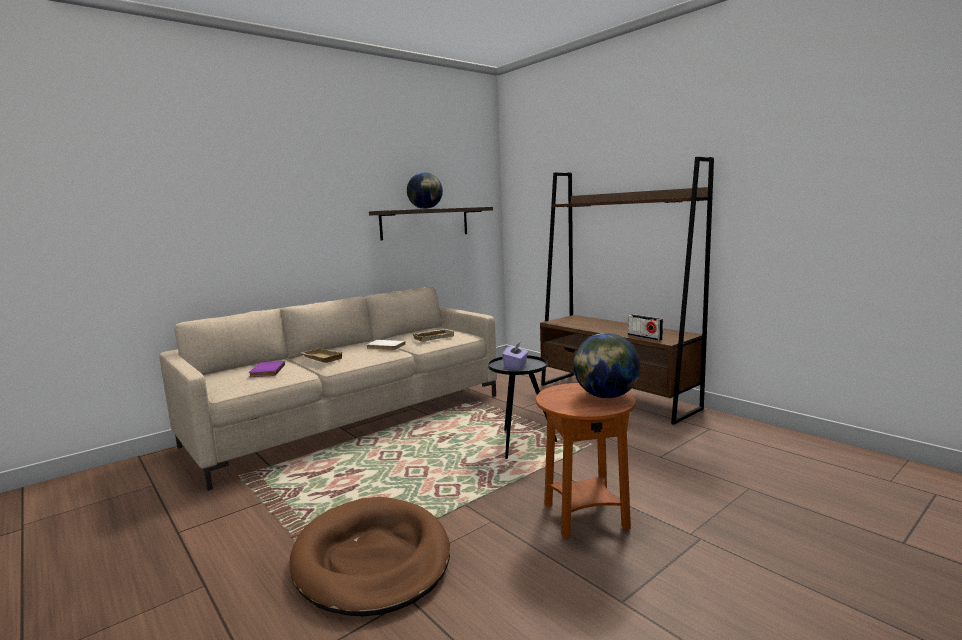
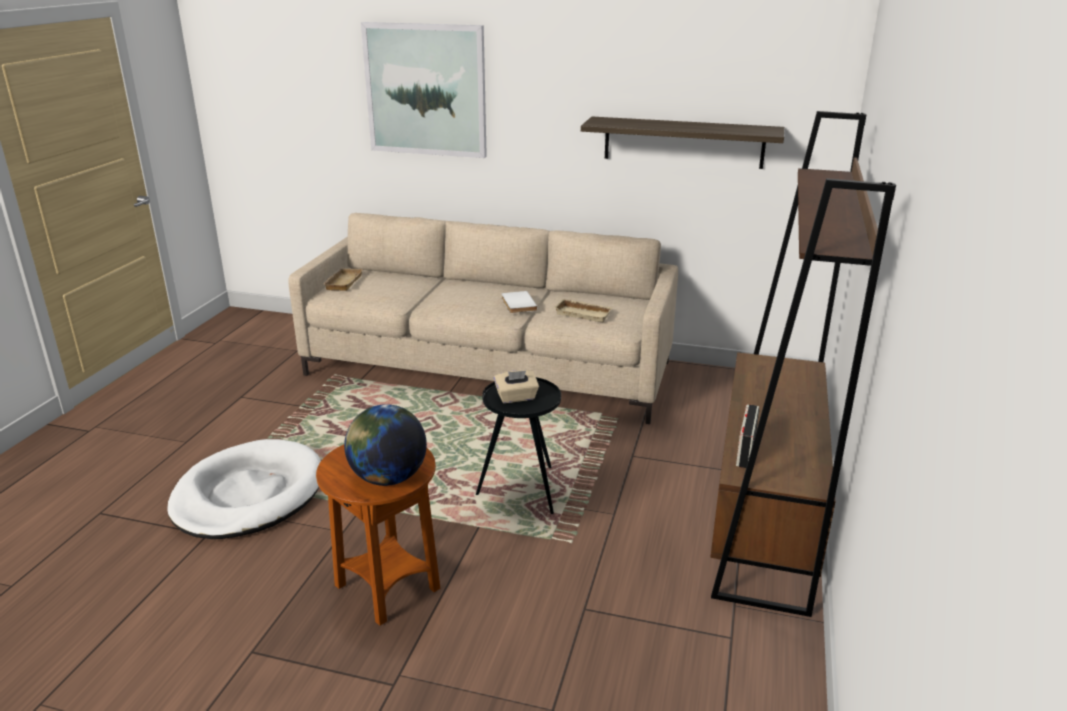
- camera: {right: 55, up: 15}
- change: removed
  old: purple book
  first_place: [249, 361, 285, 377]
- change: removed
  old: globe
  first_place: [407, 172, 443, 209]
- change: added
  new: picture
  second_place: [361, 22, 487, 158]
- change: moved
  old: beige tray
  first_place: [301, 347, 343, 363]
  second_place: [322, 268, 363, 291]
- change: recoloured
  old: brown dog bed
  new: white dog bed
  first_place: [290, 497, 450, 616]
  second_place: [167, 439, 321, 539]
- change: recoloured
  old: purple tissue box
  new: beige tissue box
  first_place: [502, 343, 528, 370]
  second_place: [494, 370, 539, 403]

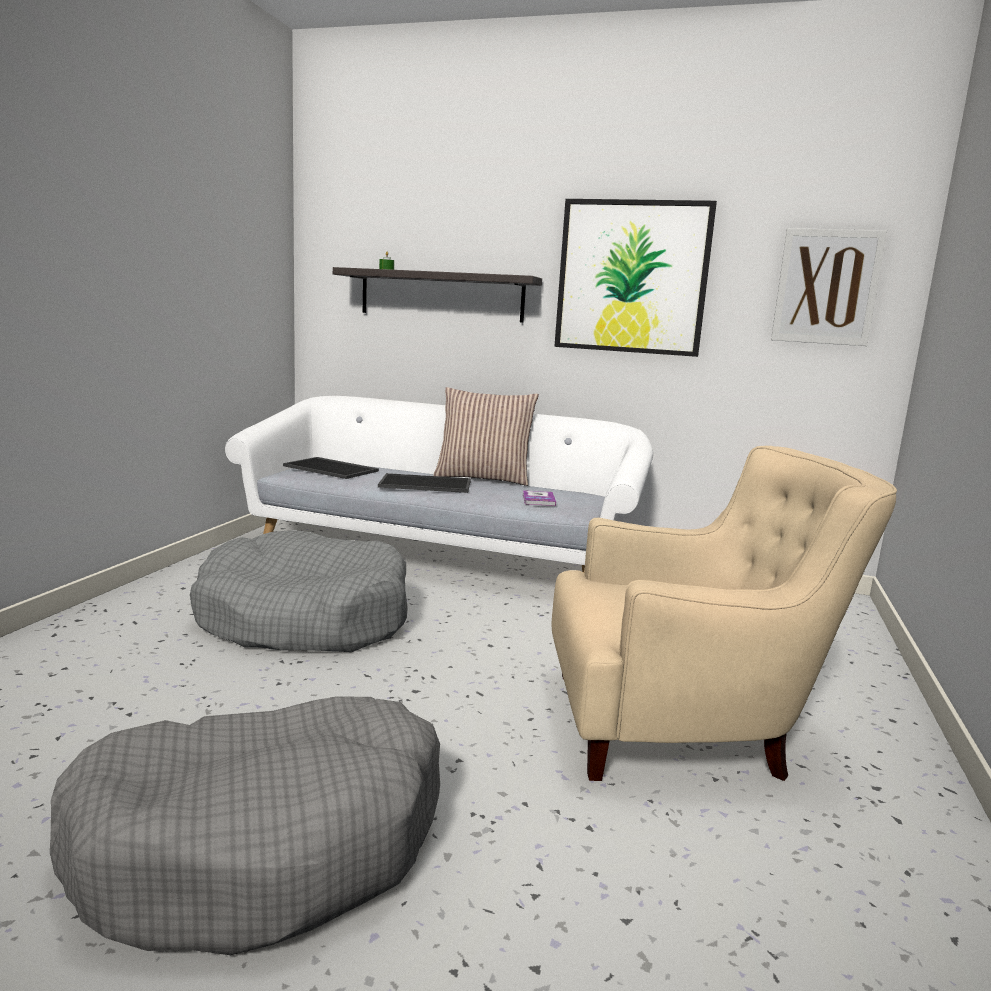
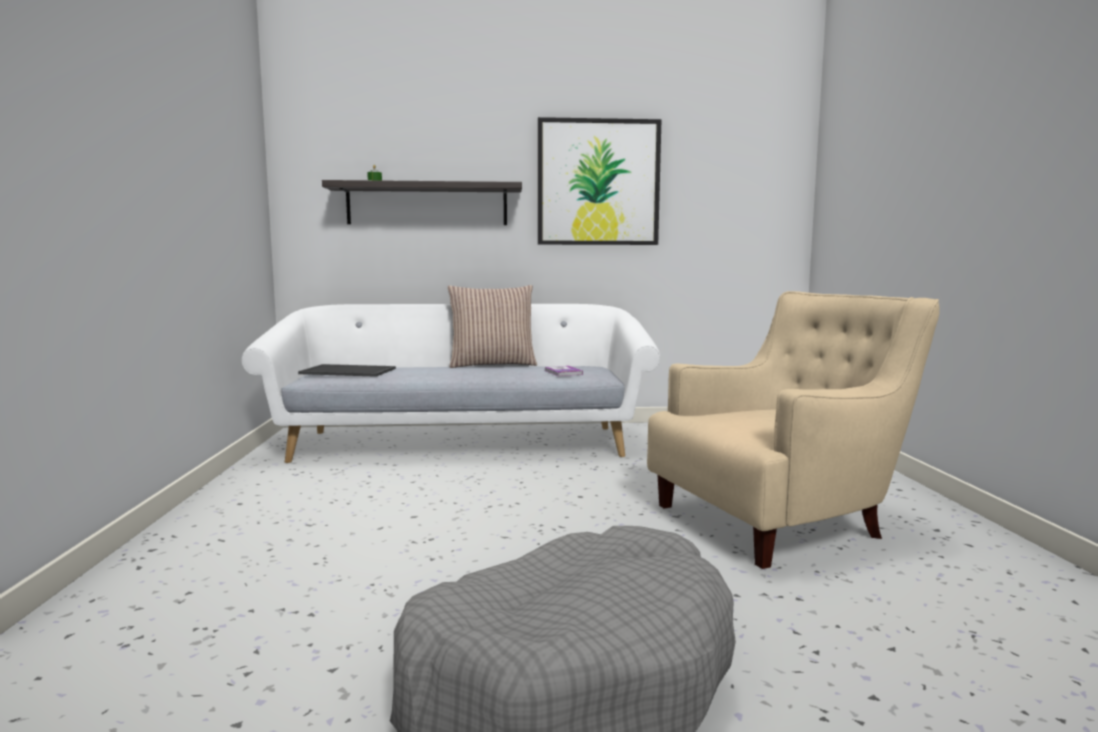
- camera: {right: -20, up: -5}
- change: removed
  old: grey dog bed
  first_place: [190, 530, 408, 652]
- change: removed
  old: tray
  first_place: [378, 473, 471, 493]
- change: removed
  old: picture
  first_place: [771, 228, 887, 346]

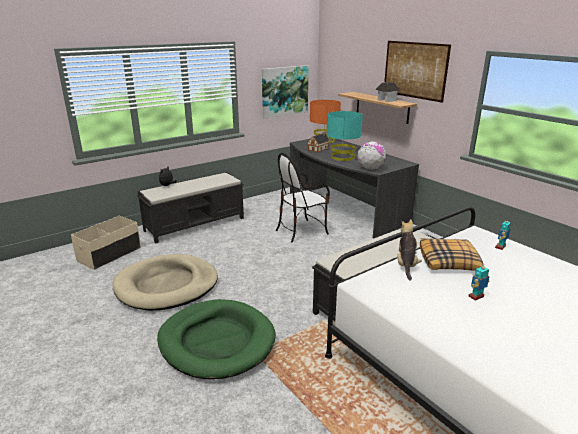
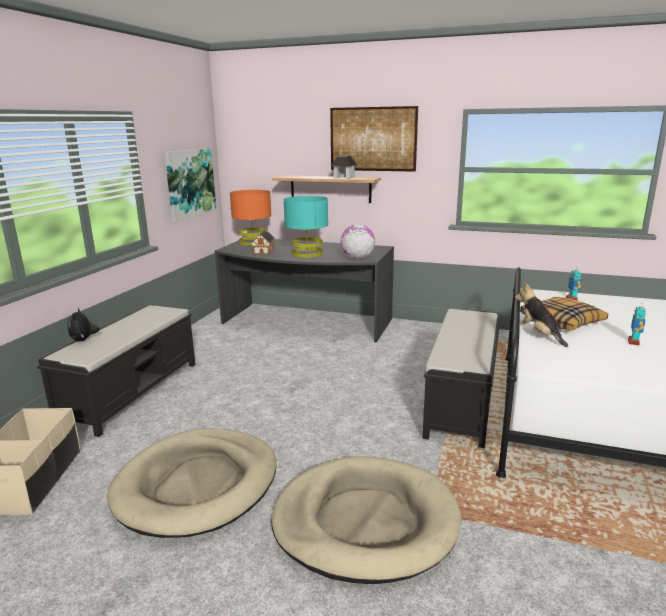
- camera: {right: -35, up: -5}
- change: removed
  old: chair
  first_place: [276, 153, 330, 242]
- change: recoloured
  old: green dog bed
  new: beige dog bed
  first_place: [157, 299, 276, 379]
  second_place: [271, 456, 461, 584]

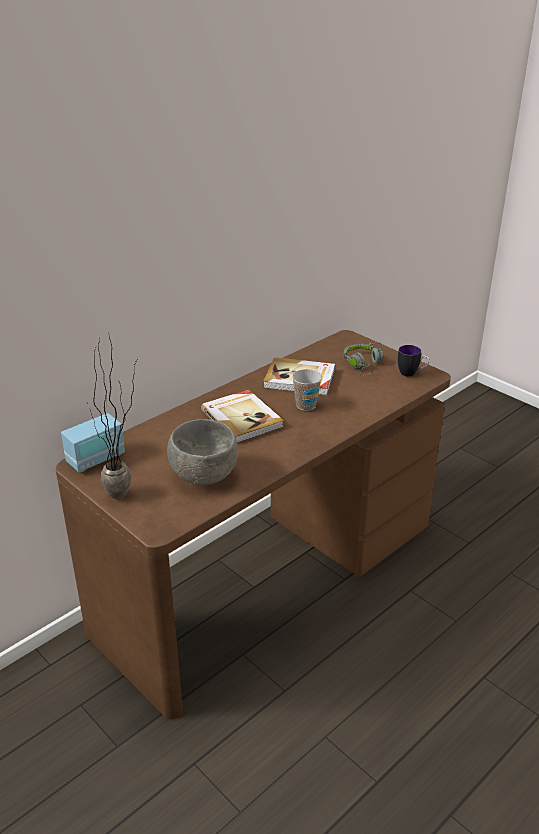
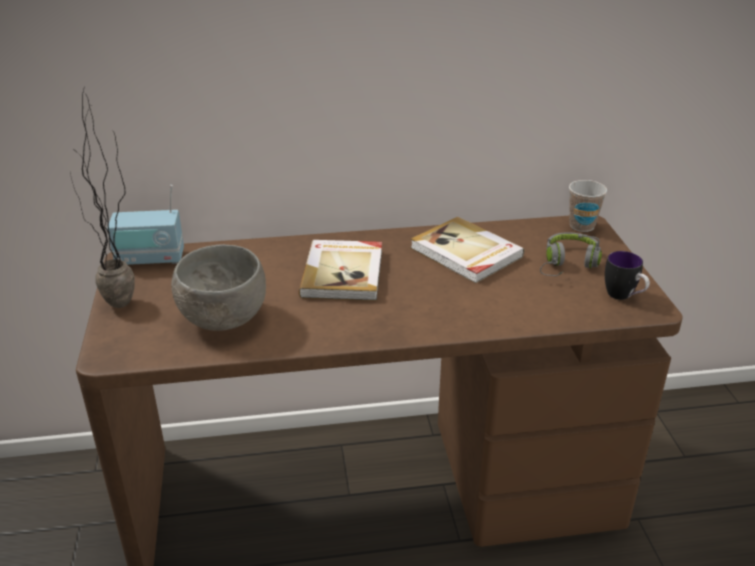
- camera: {right: 35, up: 0}
- change: moved
  old: cup
  first_place: [292, 369, 322, 411]
  second_place: [569, 180, 607, 232]

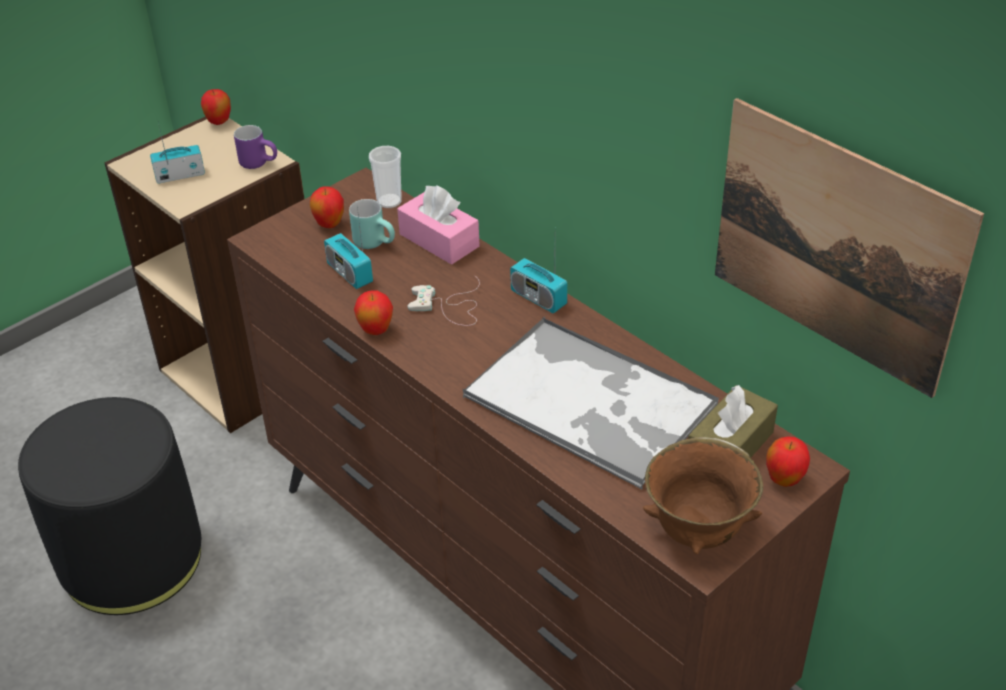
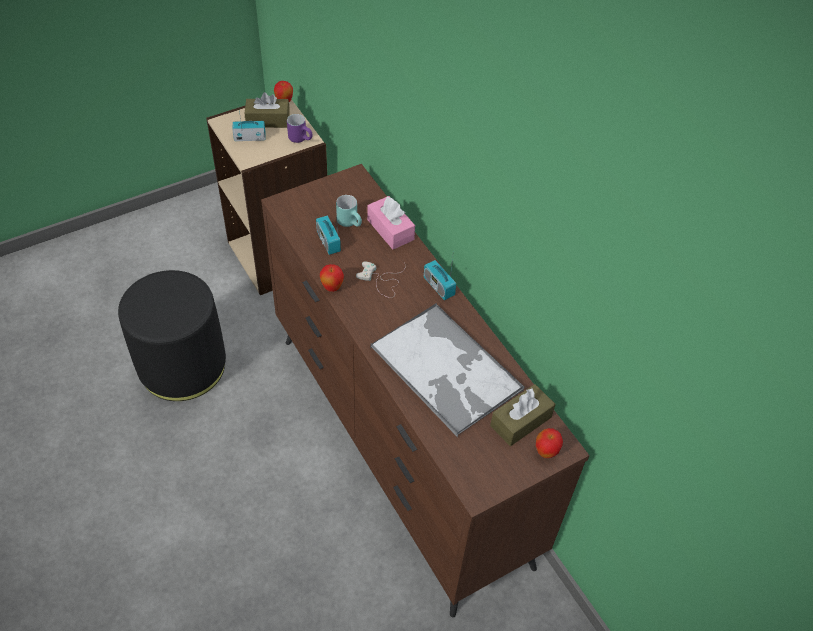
- camera: {right: 10, up: 10}
- change: removed
  old: apple
  first_place: [310, 187, 344, 228]
- change: removed
  old: cup
  first_place: [369, 146, 402, 208]
- change: removed
  old: brown bowl
  first_place: [643, 437, 763, 554]
- change: removed
  old: picture
  first_place: [715, 98, 984, 398]
- change: added
  new: brown tissue box
  second_place: [245, 92, 290, 128]

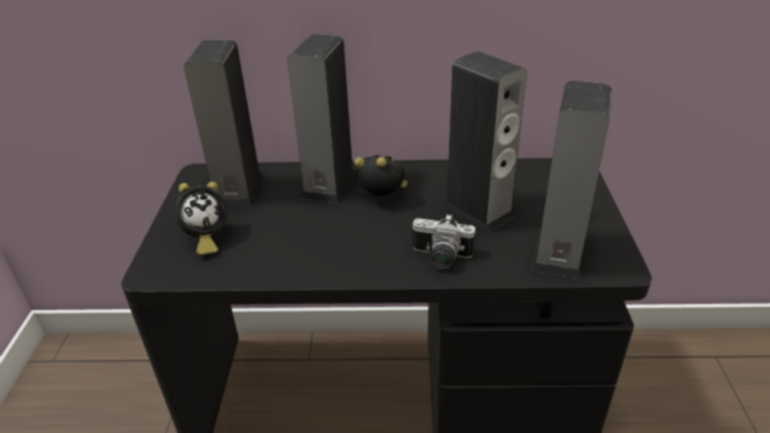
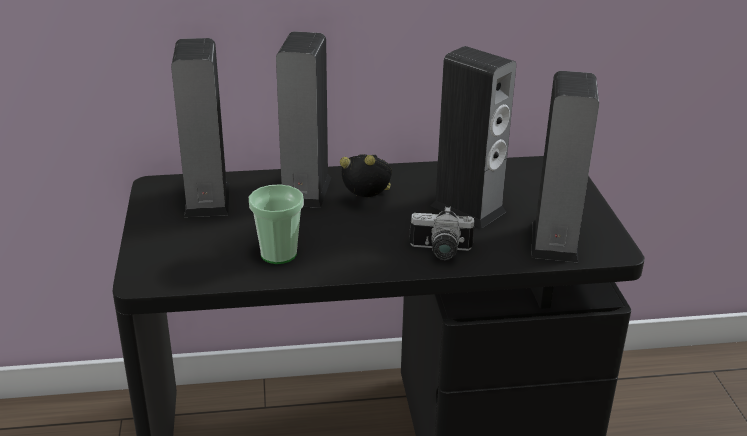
- camera: {right: -10, up: -5}
- change: removed
  old: alarm clock
  first_place: [174, 182, 228, 255]
- change: added
  new: cup
  second_place: [249, 184, 304, 264]

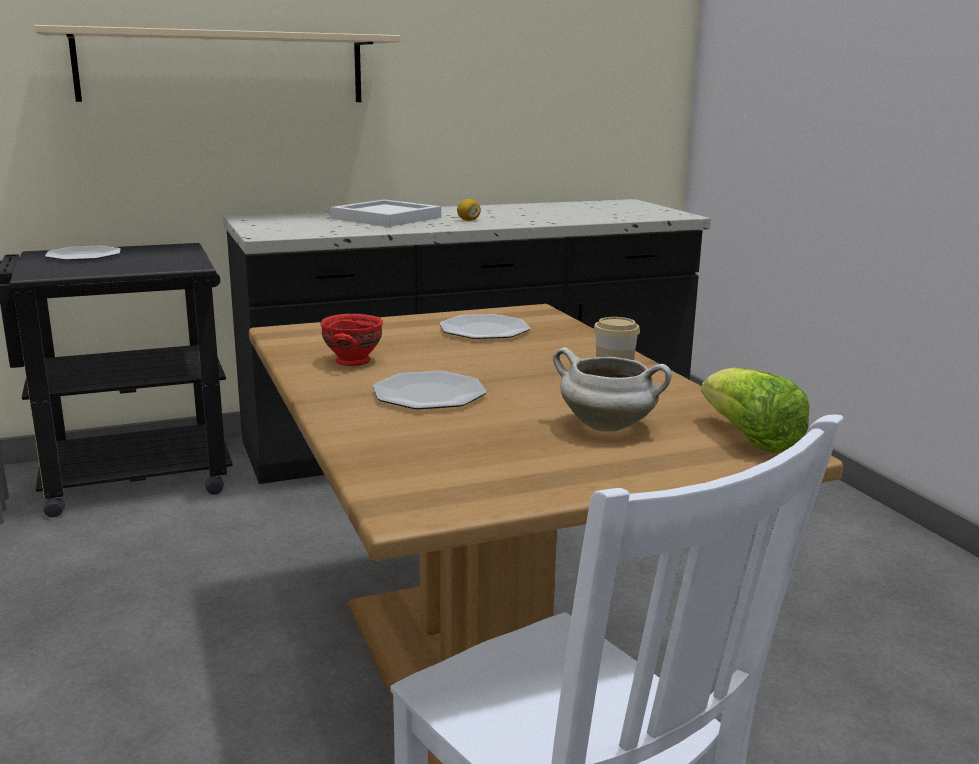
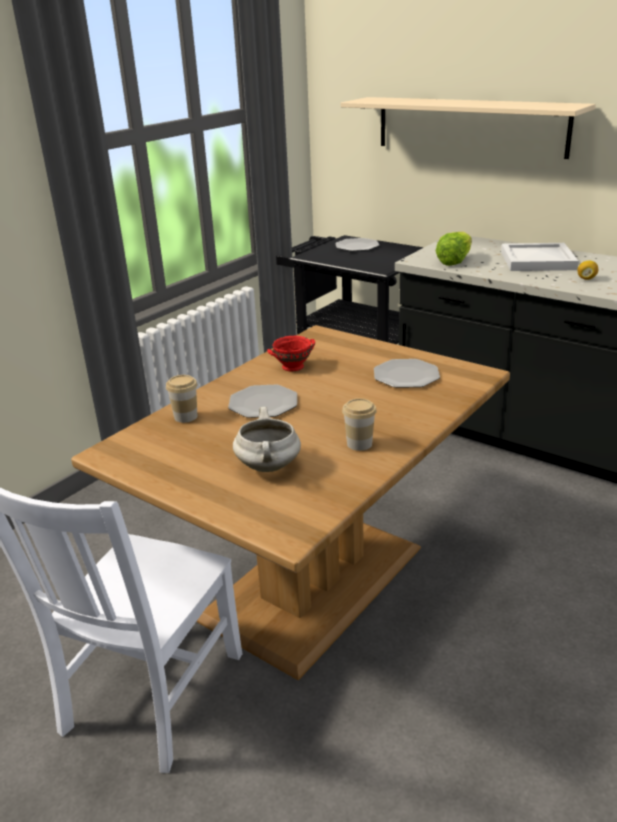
- camera: {right: 60, up: 10}
- change: added
  new: cup
  second_place: [166, 375, 198, 423]
- change: moved
  old: lettuce
  first_place: [701, 368, 810, 453]
  second_place: [436, 232, 472, 266]

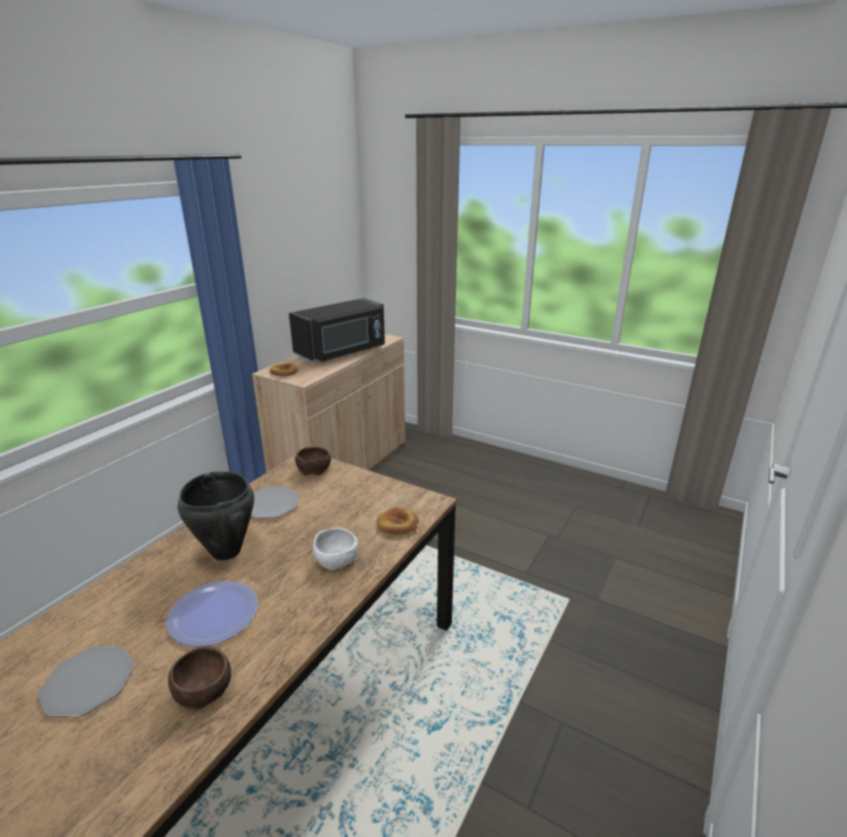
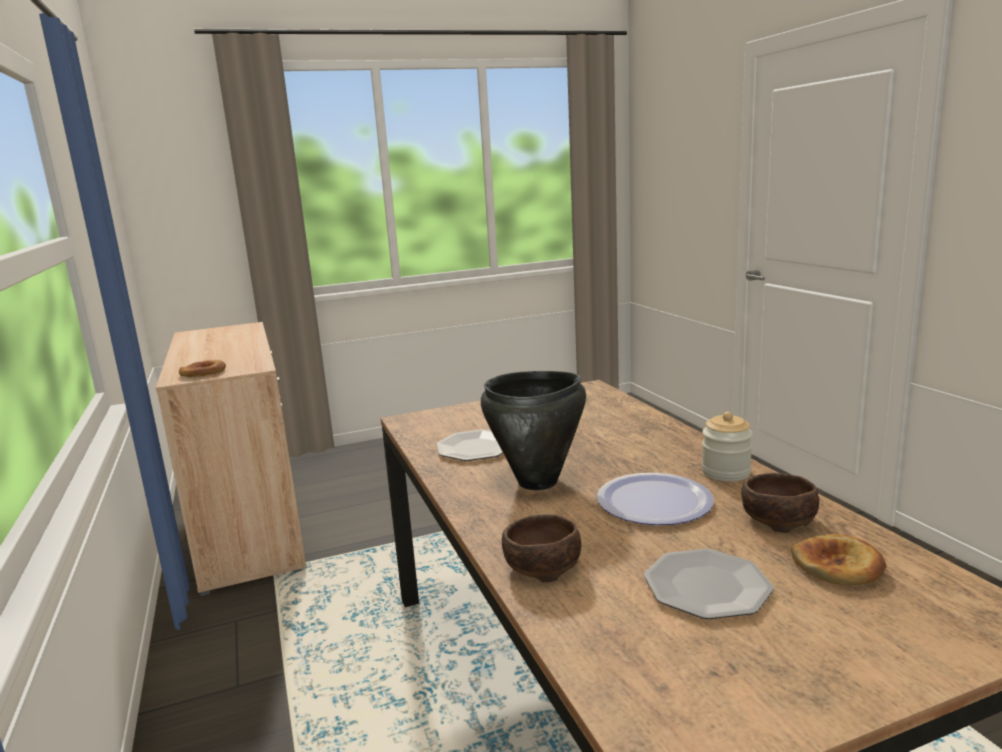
- camera: {right: -50, up: -10}
- change: removed
  old: black microwave
  first_place: [289, 298, 385, 362]
- change: removed
  old: white bowl
  first_place: [312, 528, 358, 570]
- change: added
  new: jar
  second_place: [702, 412, 753, 481]
- change: moved
  old: brown bowl
  first_place: [295, 447, 331, 476]
  second_place: [502, 514, 581, 582]
- change: moved
  old: bread
  first_place: [377, 507, 419, 535]
  second_place: [791, 534, 887, 585]

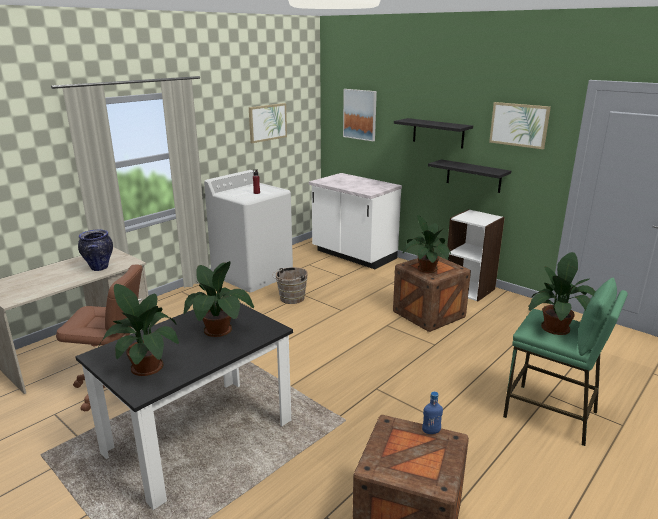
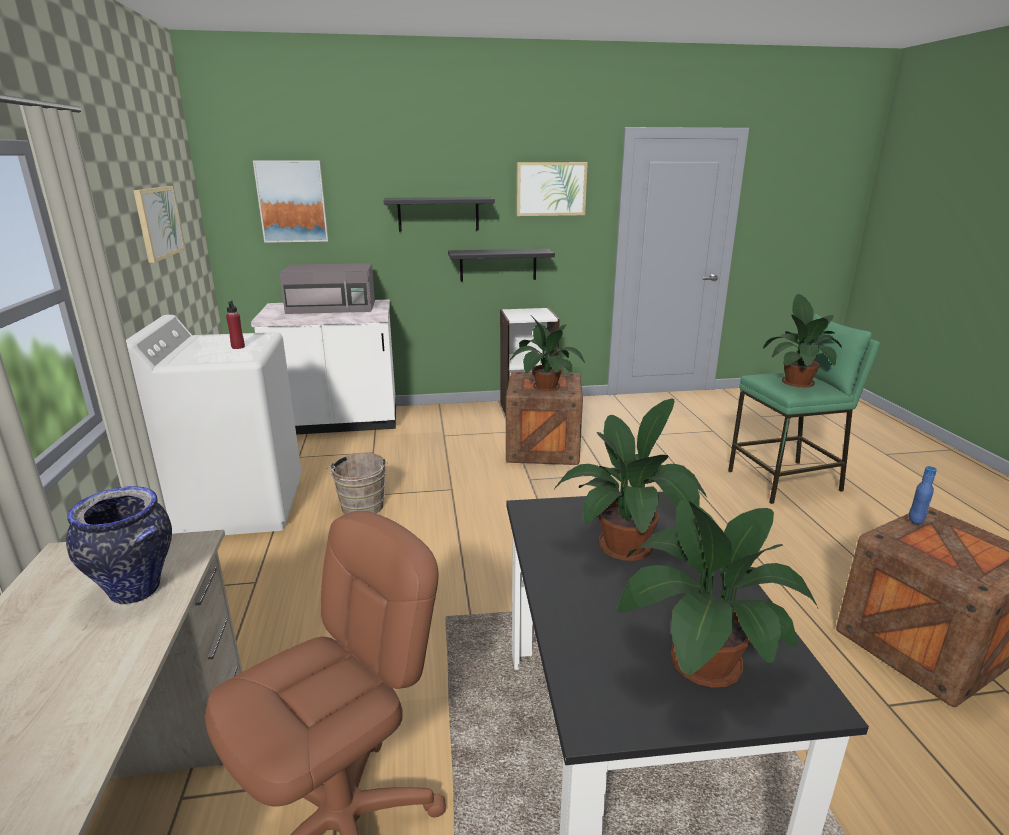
- camera: {right: -50, up: 0}
- change: added
  new: grey microwave
  second_place: [279, 263, 375, 314]

